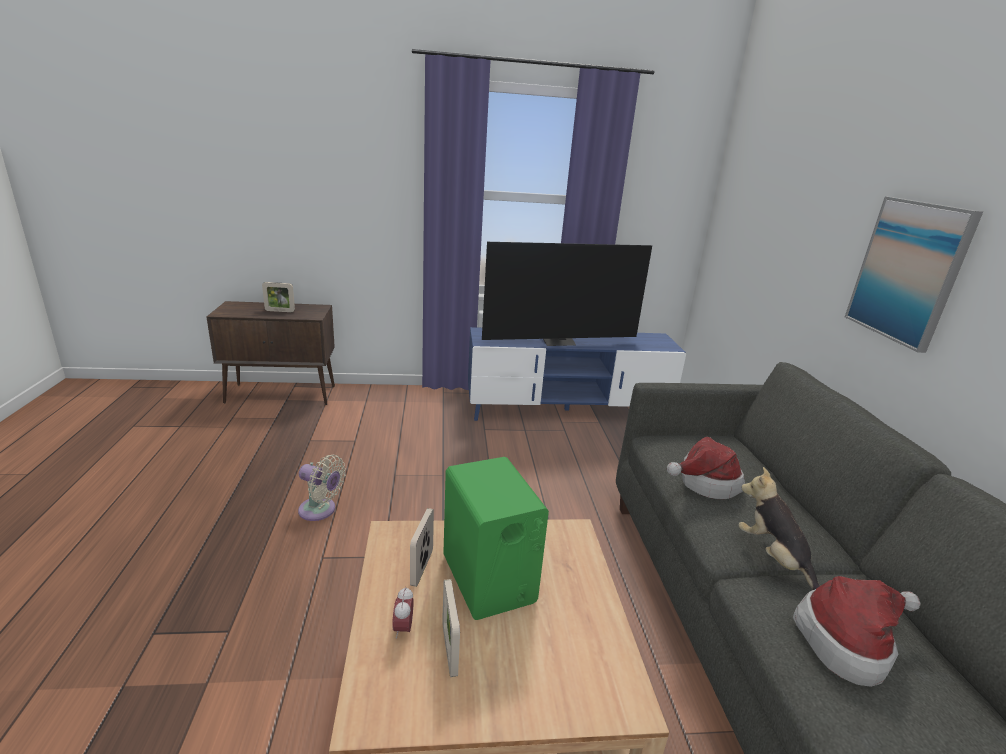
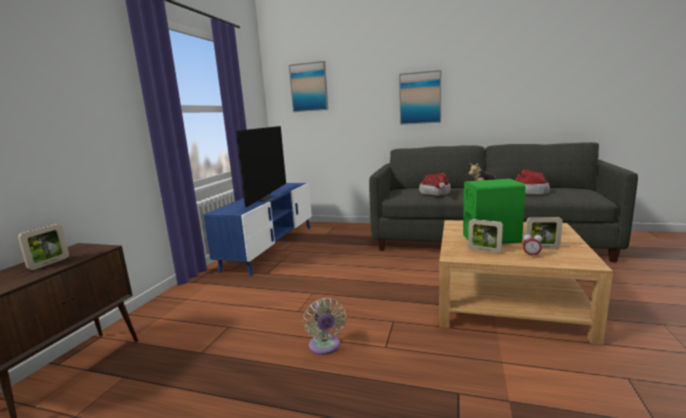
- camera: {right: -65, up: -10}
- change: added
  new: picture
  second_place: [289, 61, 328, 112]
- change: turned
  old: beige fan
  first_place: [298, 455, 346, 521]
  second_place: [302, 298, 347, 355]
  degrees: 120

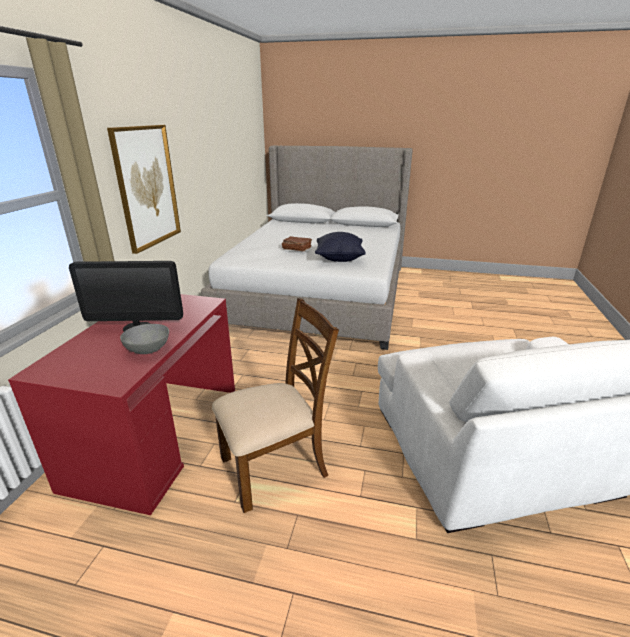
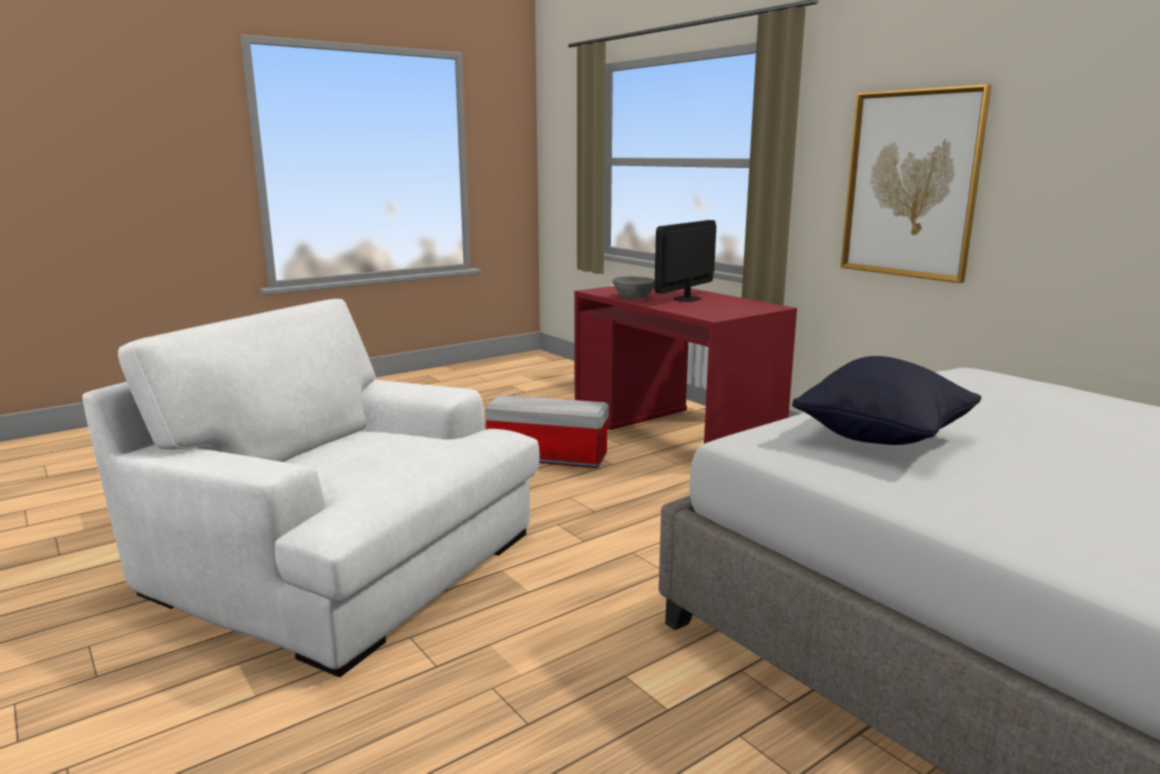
- camera: {right: 130, up: -10}
- change: removed
  old: brown book
  first_place: [282, 236, 312, 251]
- change: replaced
  old: brown chair
  new: storage box
  first_place: [212, 298, 339, 513]
  second_place: [485, 395, 609, 468]

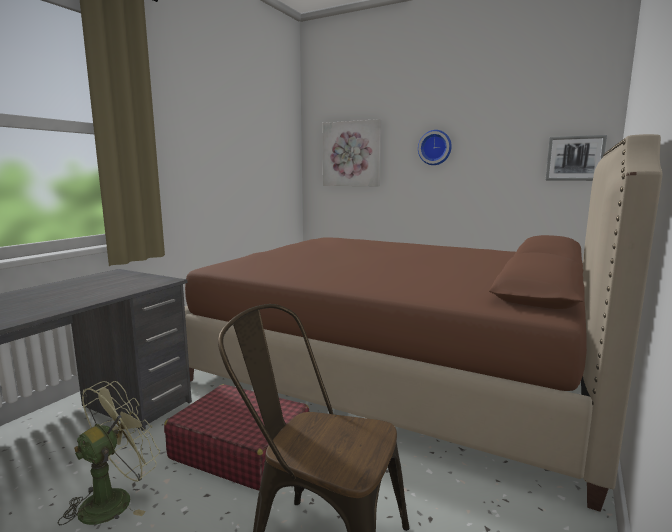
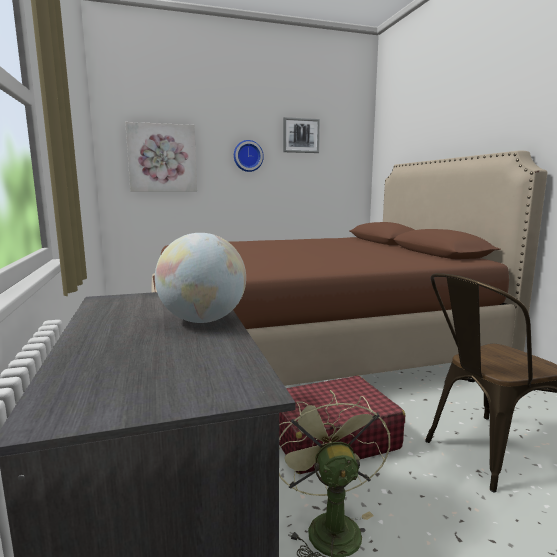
- camera: {right: -45, up: 0}
- change: added
  new: globe
  second_place: [155, 233, 246, 323]
- change: moved
  old: picture
  first_place: [546, 135, 607, 181]
  second_place: [283, 117, 320, 153]

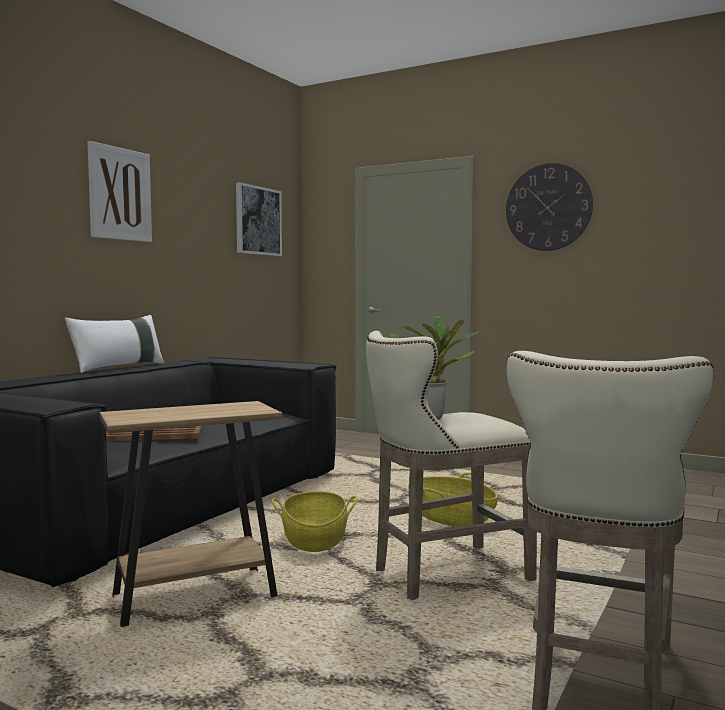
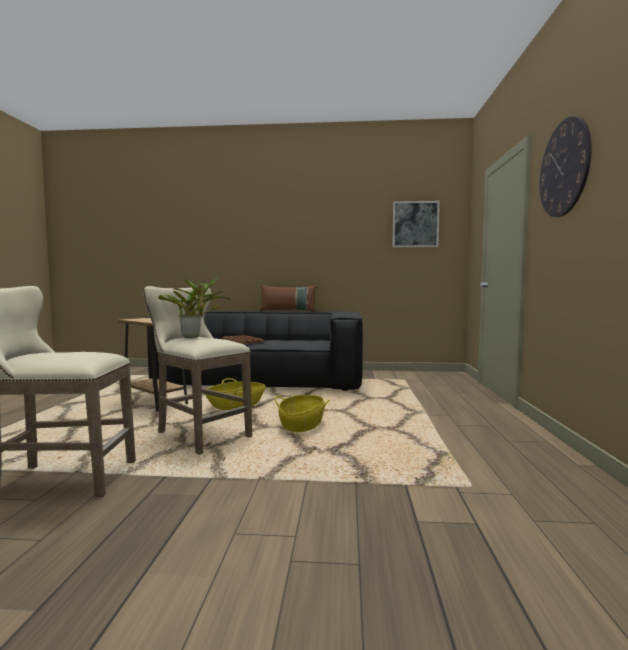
- camera: {right: 65, up: 0}
- change: removed
  old: picture
  first_place: [87, 141, 152, 242]
- change: recoloured
  old: white pillow
  new: brown pillow
  first_place: [65, 315, 164, 373]
  second_place: [260, 285, 317, 312]

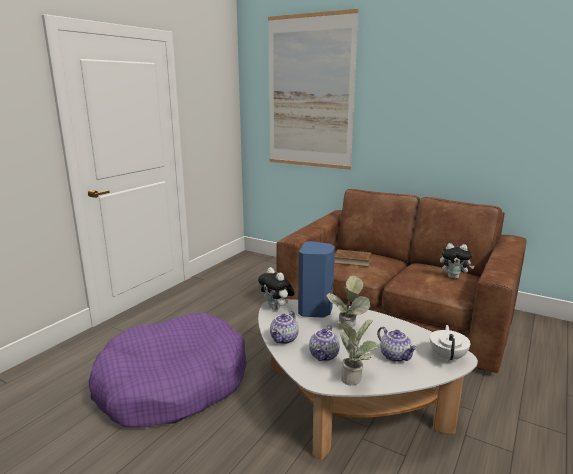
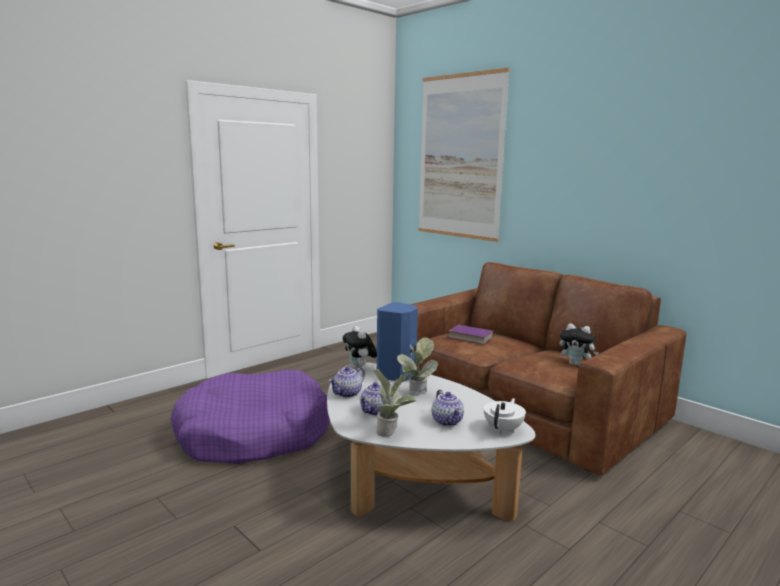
- camera: {right: 15, up: -5}
- change: recoloured
  old: brown book
  new: purple book
  first_place: [334, 250, 371, 267]
  second_place: [448, 325, 494, 344]

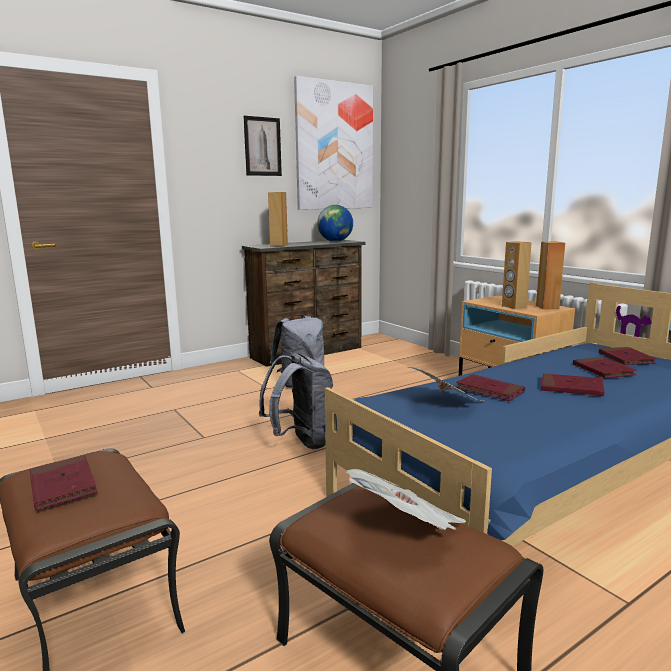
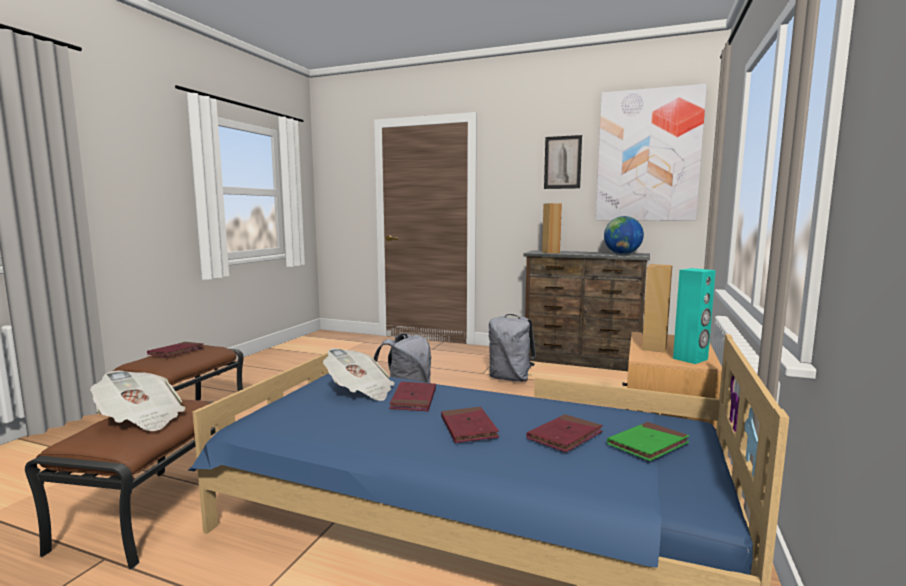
- camera: {right: 55, up: -5}
- change: recoloured
  old: brown speaker
  new: turquoise speaker
  first_place: [536, 241, 565, 309]
  second_place: [673, 268, 716, 364]
- change: recoloured
  old: red book
  new: green book
  first_place: [599, 347, 656, 365]
  second_place: [607, 422, 689, 461]

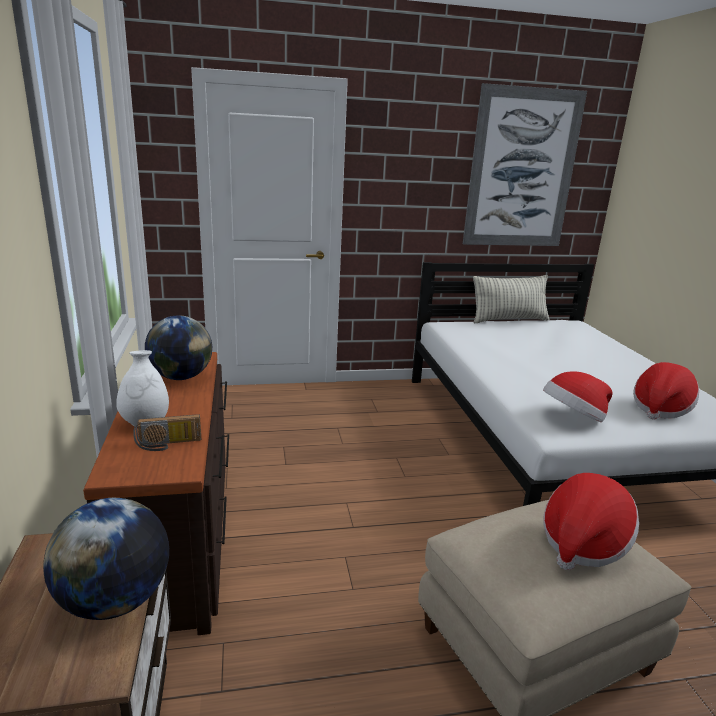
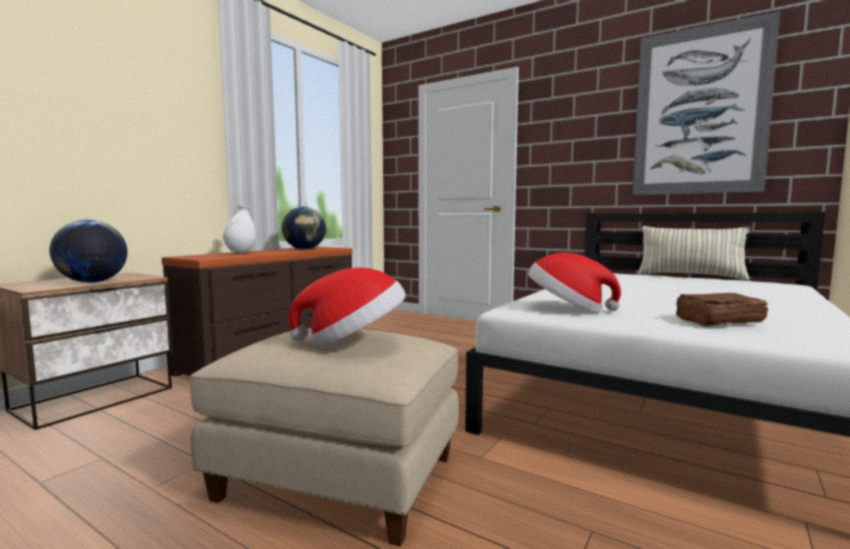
- camera: {right: 45, up: -15}
- change: removed
  old: radio
  first_place: [133, 414, 201, 451]
- change: replaced
  old: hat
  new: brown book
  first_place: [633, 362, 699, 419]
  second_place: [676, 293, 769, 326]

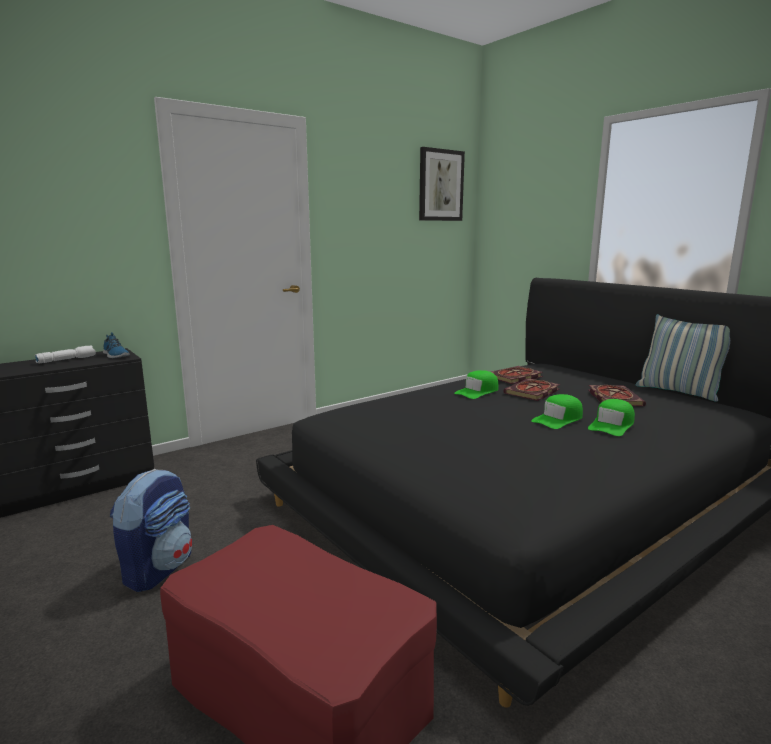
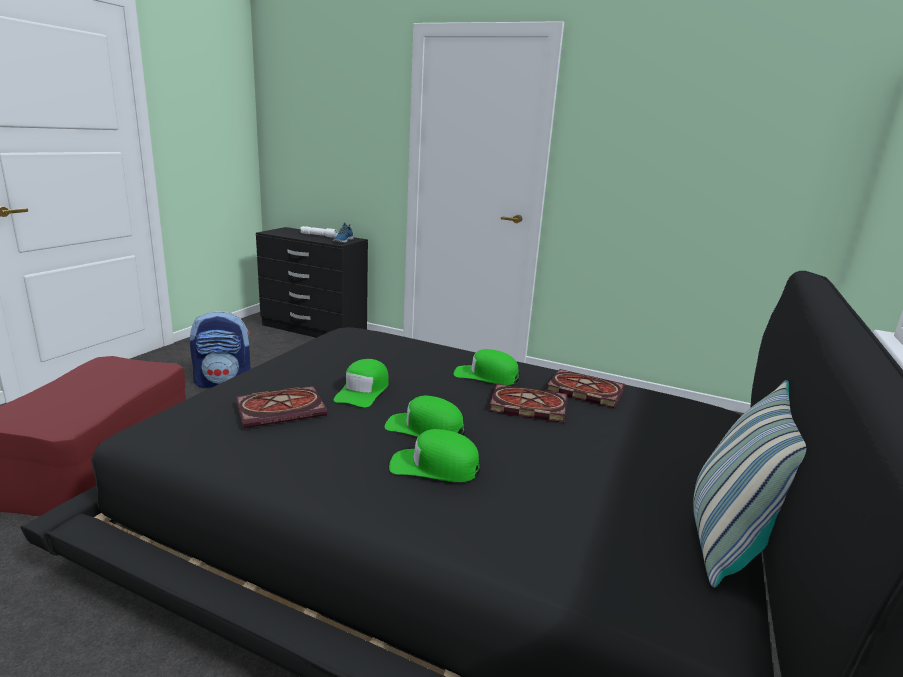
- camera: {right: 60, up: 5}
- change: removed
  old: picture
  first_place: [419, 147, 465, 221]
- change: added
  new: green cap
  second_place: [334, 359, 389, 407]
- change: moved
  old: book
  first_place: [588, 385, 646, 406]
  second_place: [236, 386, 327, 428]

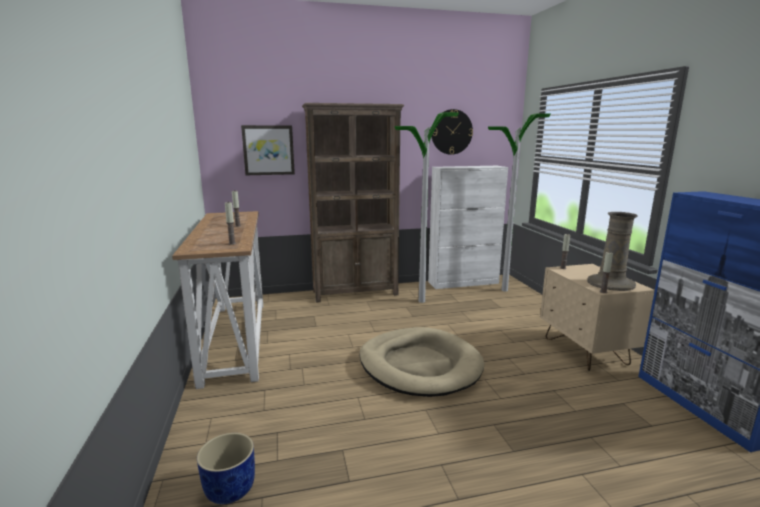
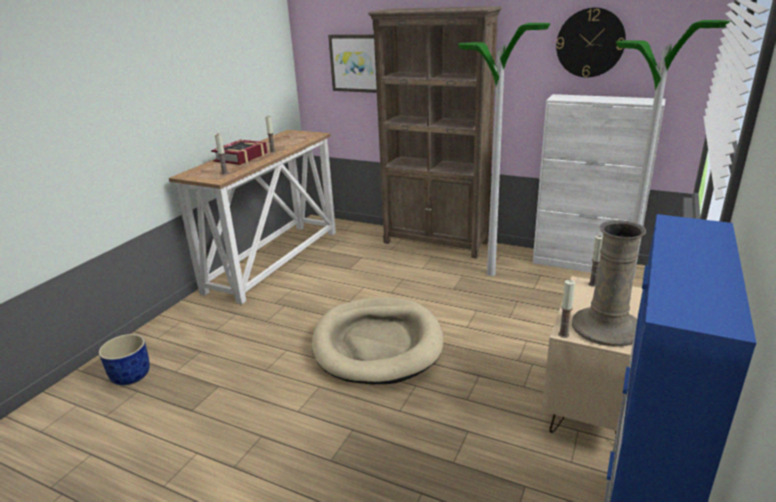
- camera: {right: 40, up: 10}
- change: added
  new: book
  second_place: [211, 140, 267, 165]

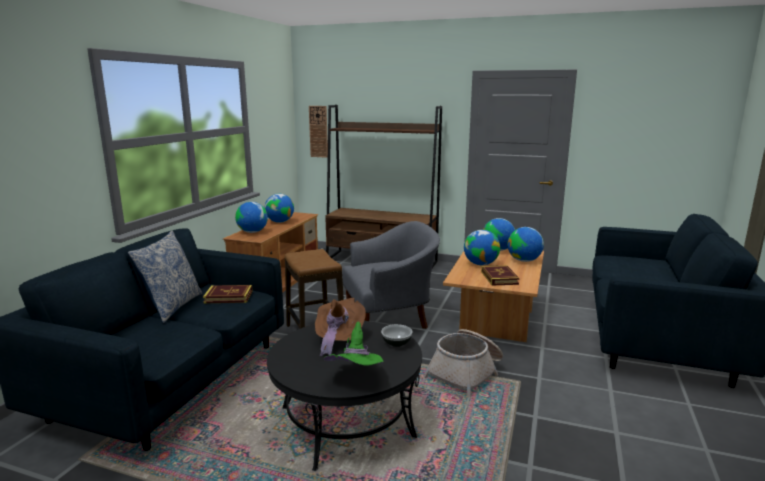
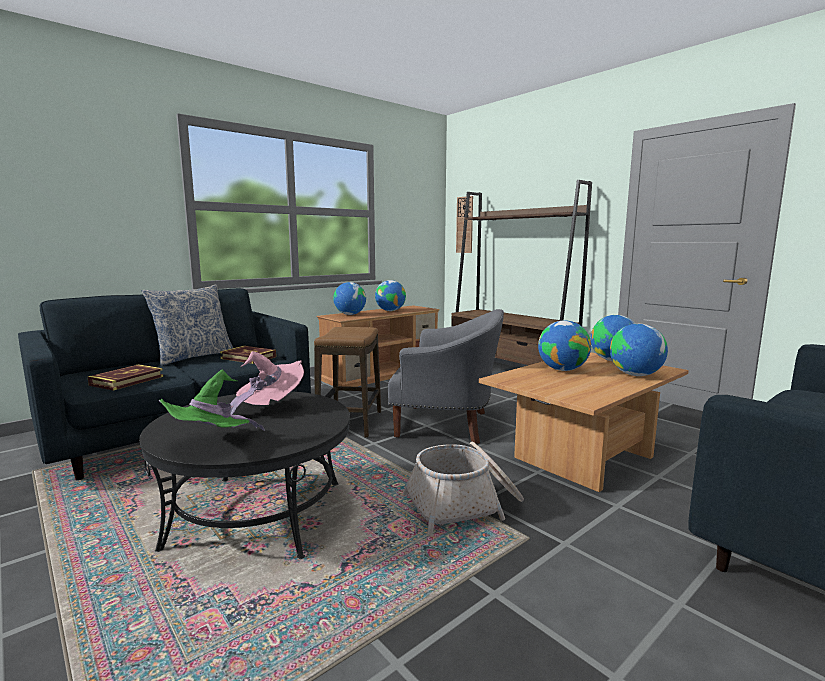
- camera: {right: 30, up: -5}
- change: removed
  old: bowl
  first_place: [381, 324, 413, 347]
- change: moved
  old: book
  first_place: [481, 265, 520, 286]
  second_place: [88, 364, 163, 391]
- change: recoloured
  old: brown hat
  new: pink hat
  first_place: [315, 298, 366, 356]
  second_place: [230, 351, 304, 415]

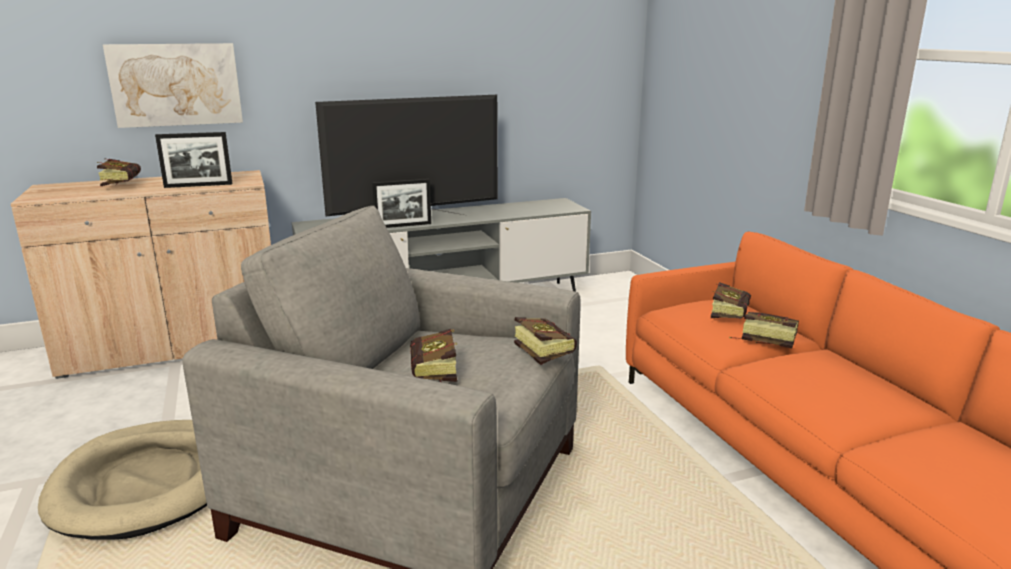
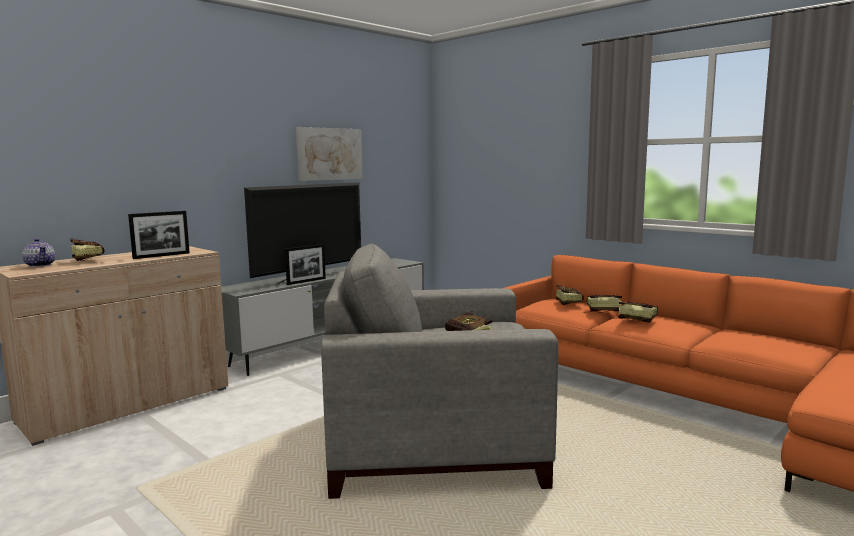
- camera: {right: -25, up: -10}
- change: removed
  old: beige dog bed
  first_place: [38, 420, 207, 540]
- change: added
  new: teapot
  second_place: [22, 238, 55, 267]
- change: moved
  old: picture
  first_place: [103, 43, 243, 128]
  second_place: [296, 127, 363, 181]
- change: moved
  old: book
  first_place: [514, 317, 577, 365]
  second_place: [614, 301, 658, 323]

